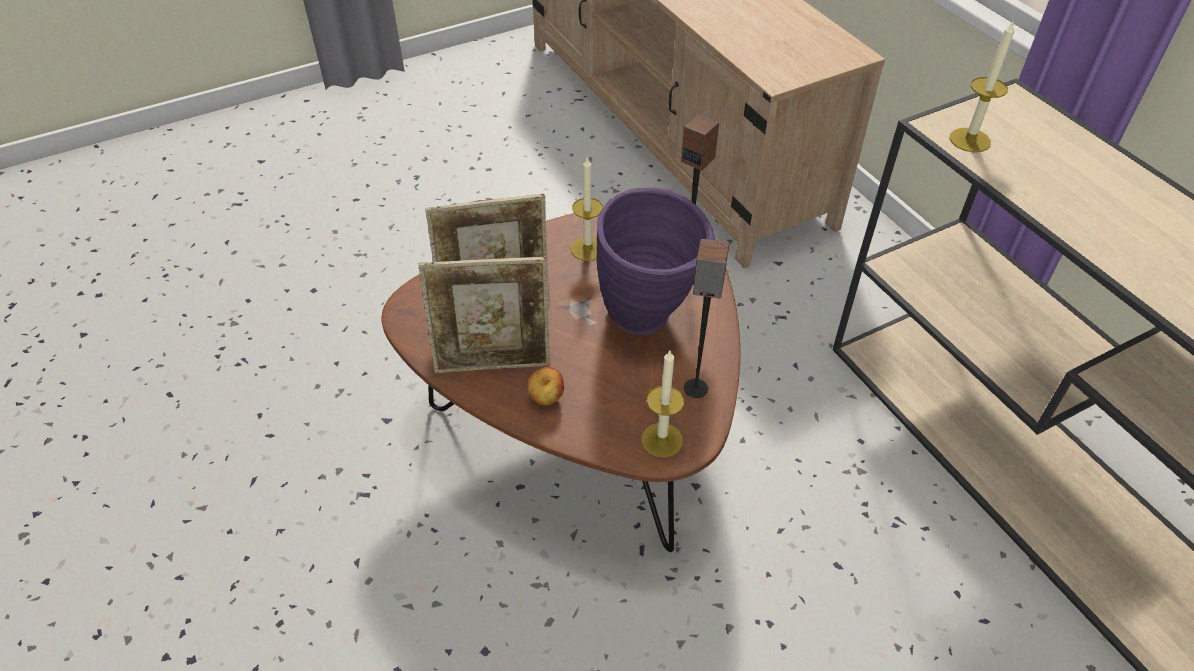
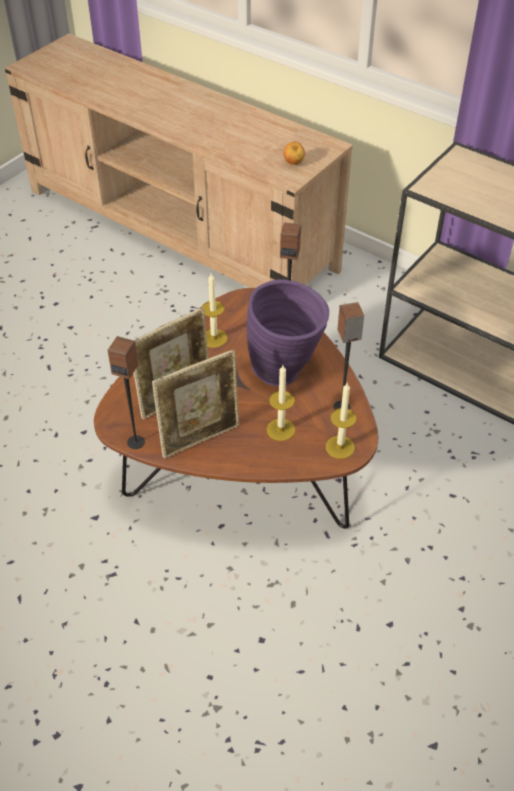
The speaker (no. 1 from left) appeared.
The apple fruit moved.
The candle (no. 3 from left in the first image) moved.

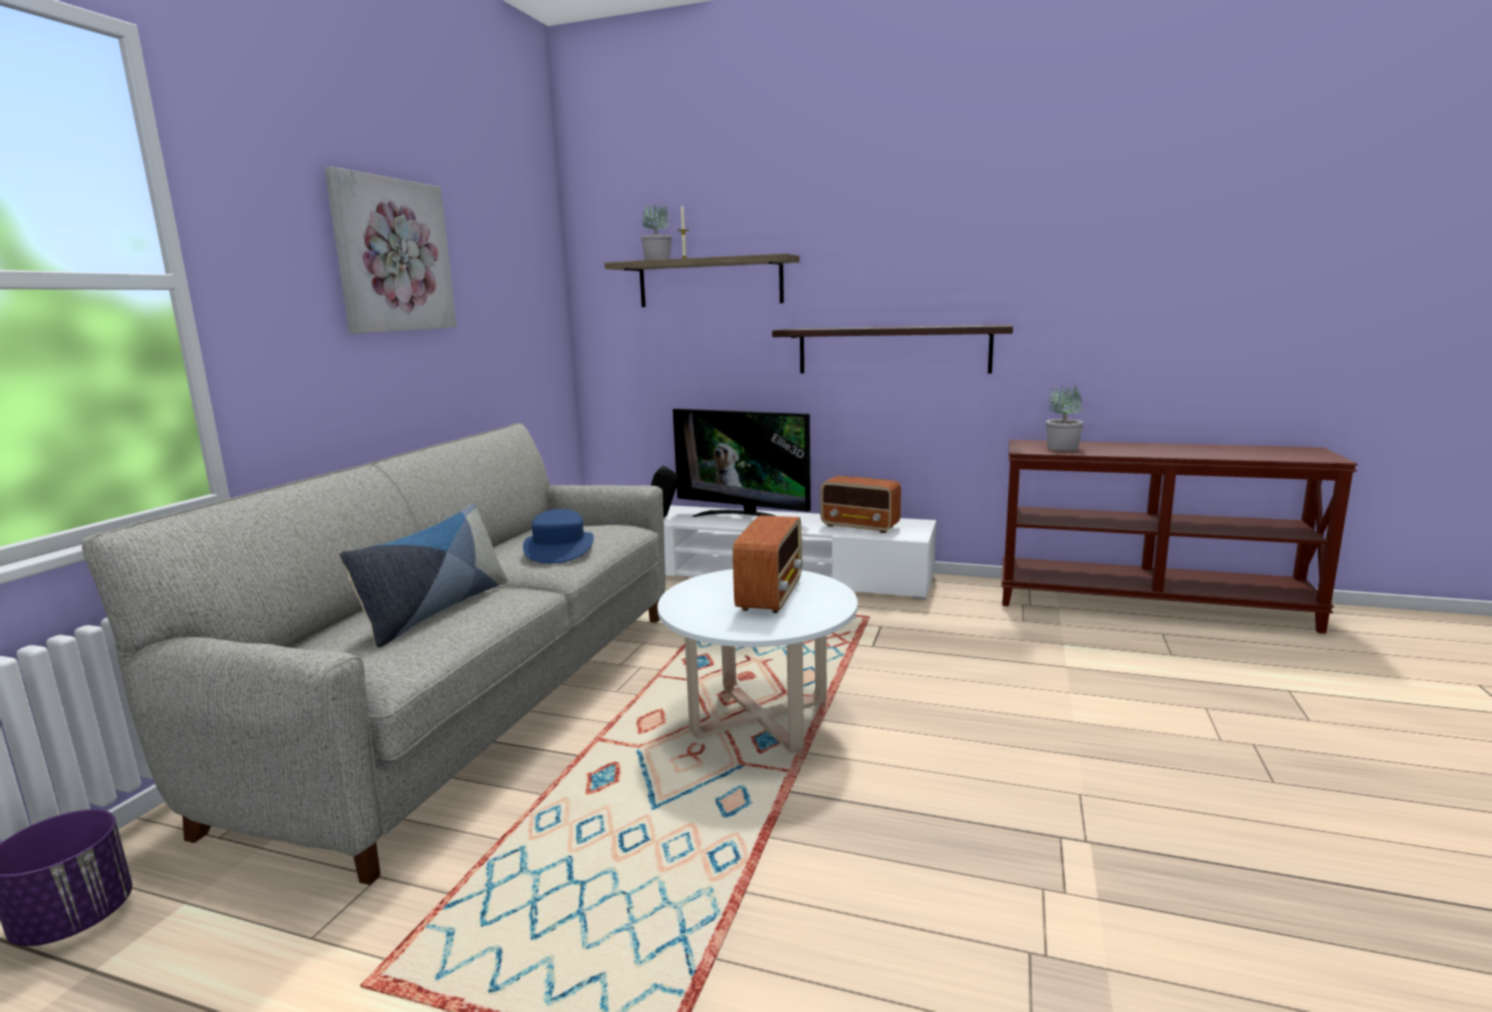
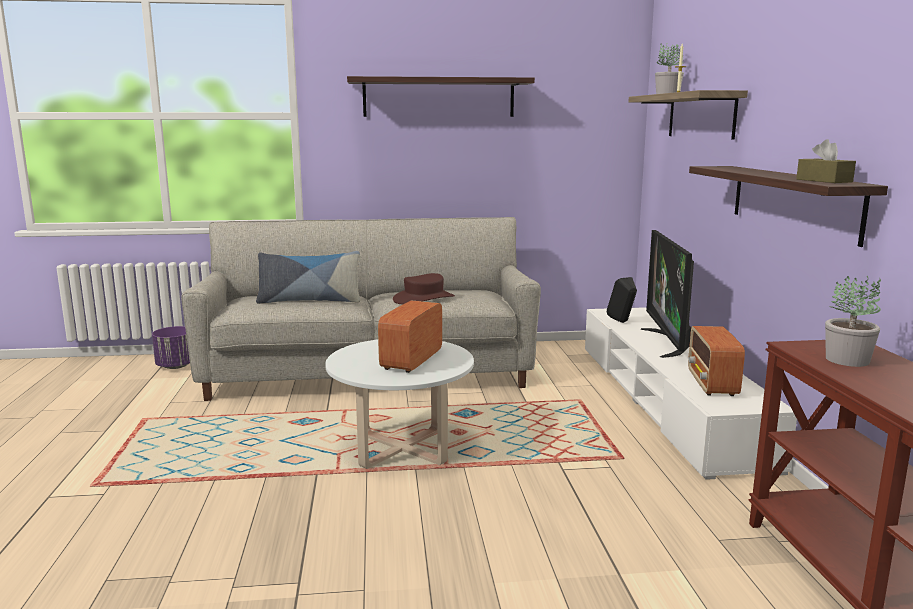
The box of tissues (brownish) appeared.
The wall picture was replaced by the wall shelf (no. 1 from left).
The hat (blue-coloured) became the hat (brownish).
The radio receiver (no. 1 from left) turned 120 degrees clockwise.

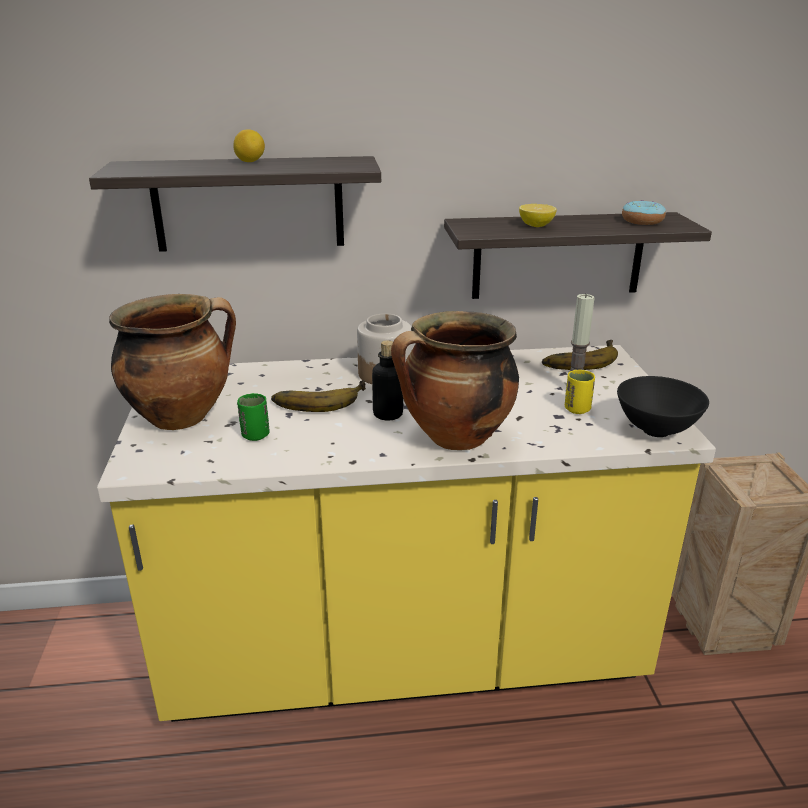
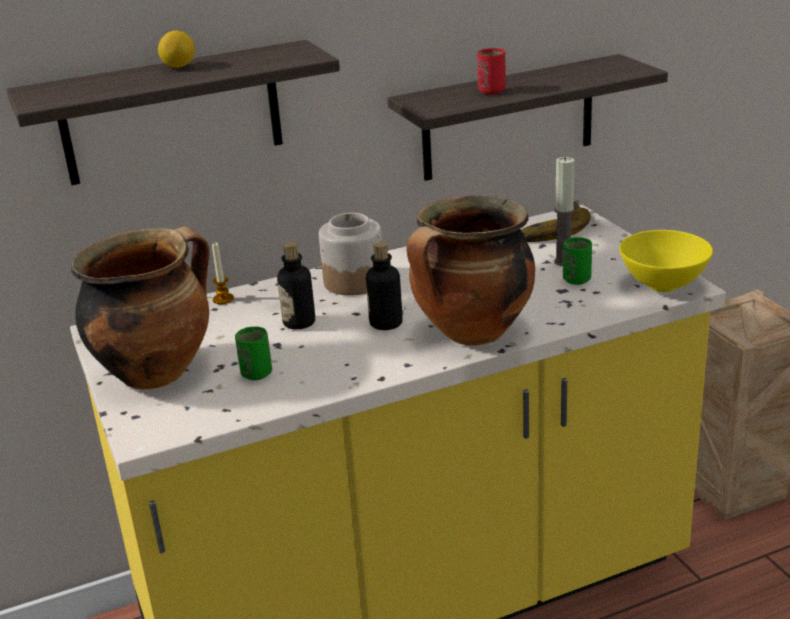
The ring doughnut disappeared.
The candle (no. 1 from left) appeared.
The whole banana (no. 1 from left) was replaced by the drink bottle (no. 1 from left).
The lemon (no. 2 from left) was replaced by the small cup (red).
The small cup (yellow) became the small cup (greenish) (no. 2 from left).
The bowl (blackish) became the bowl (yellow).

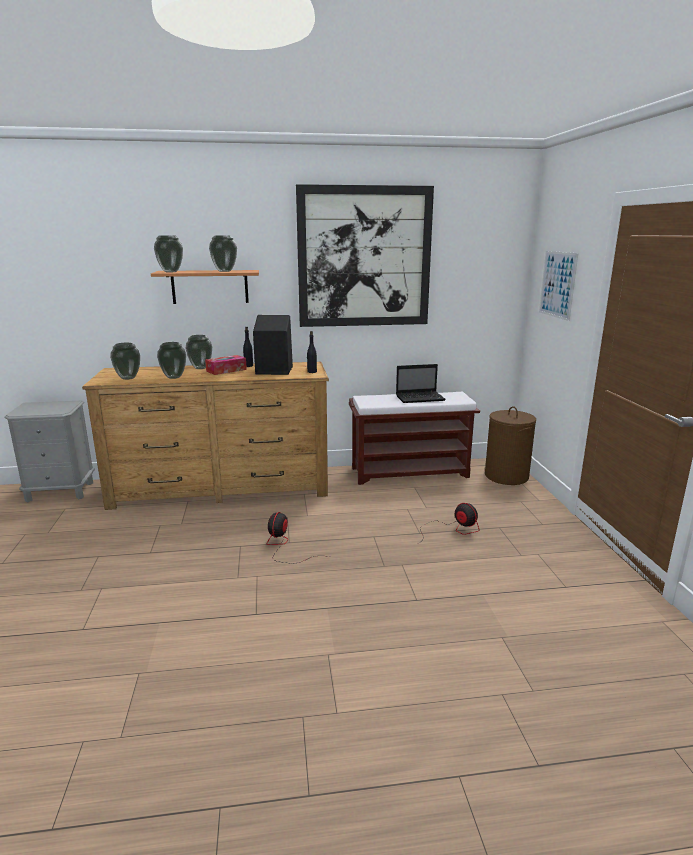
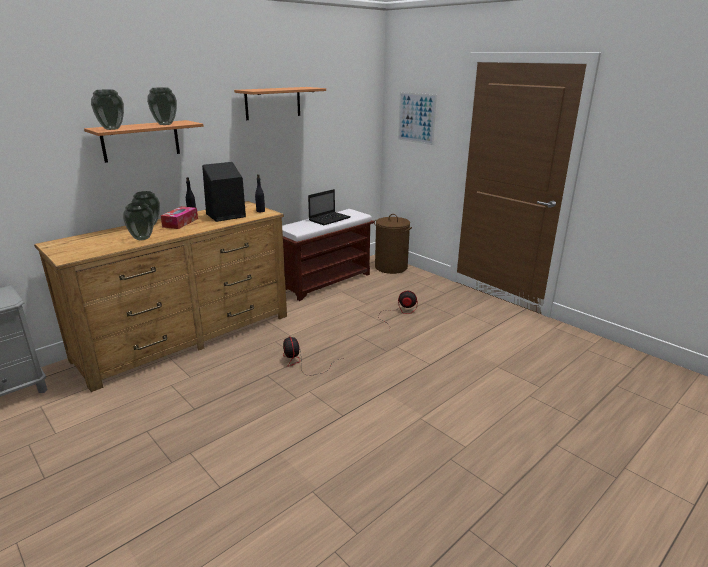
The flower vase (no. 1 from left) disappeared.
The wall picture (no. 1 from left) was replaced by the wall shelf (no. 2 from left).

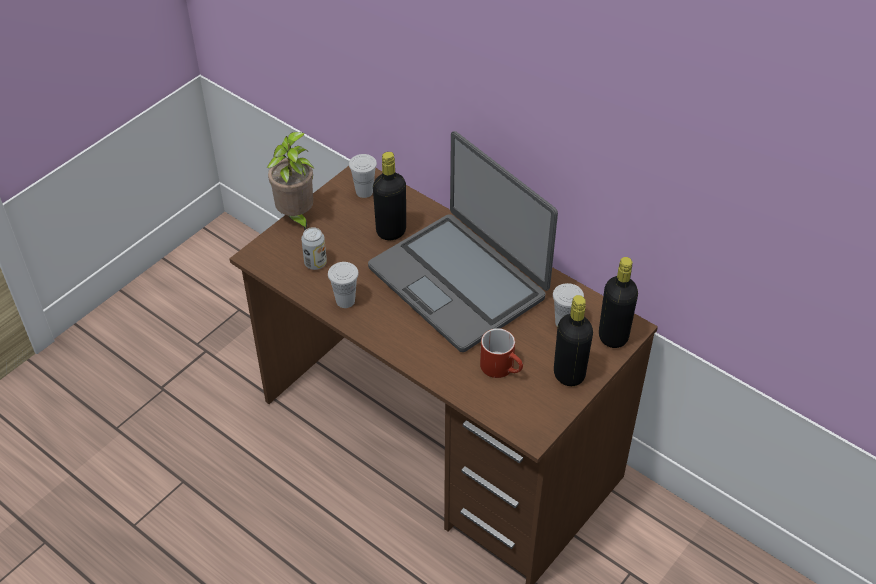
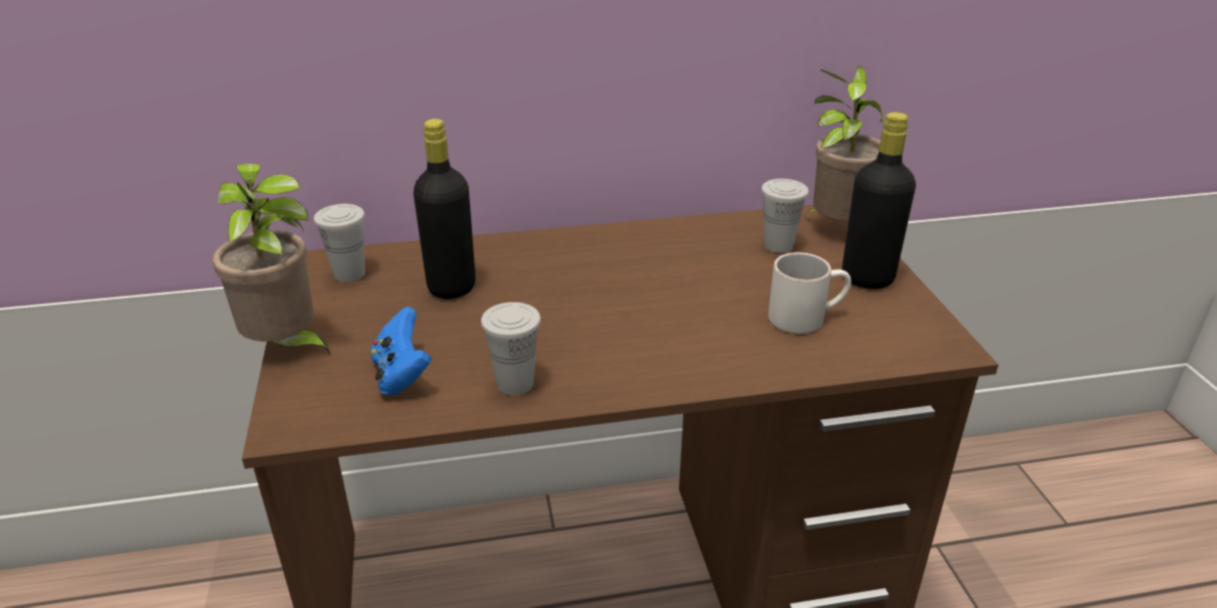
The notebook computer disappeared.
The metal can was replaced by the game controller (blue-coloured).
The drink bottle (blackish) (no. 3 from left) was replaced by the potted plant (no. 2 from left).
The coffee mug (red) became the coffee mug (white-coloured).

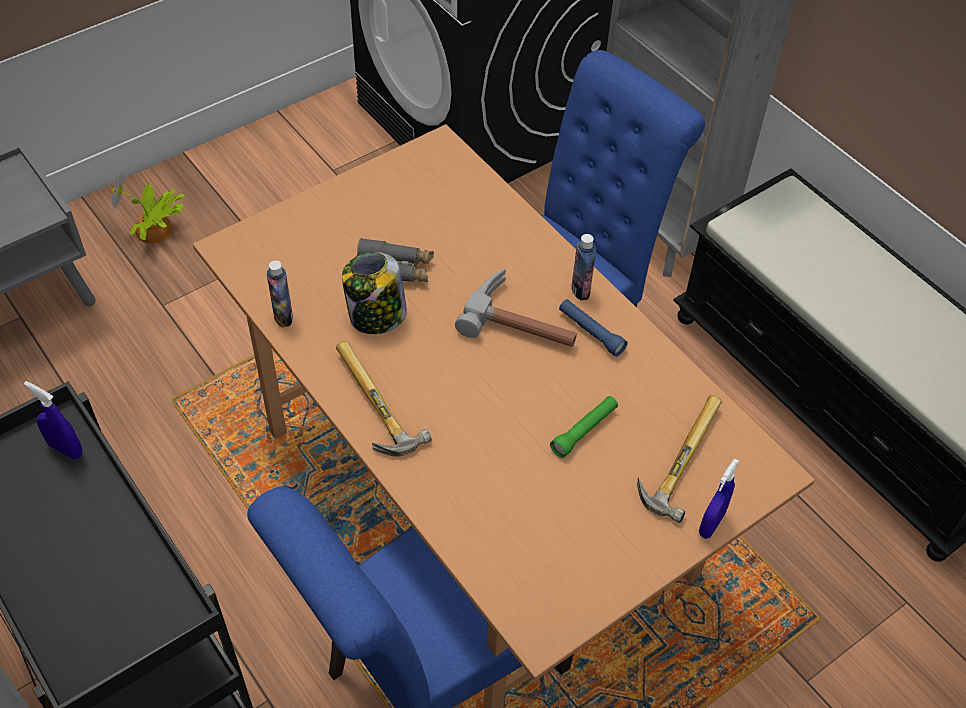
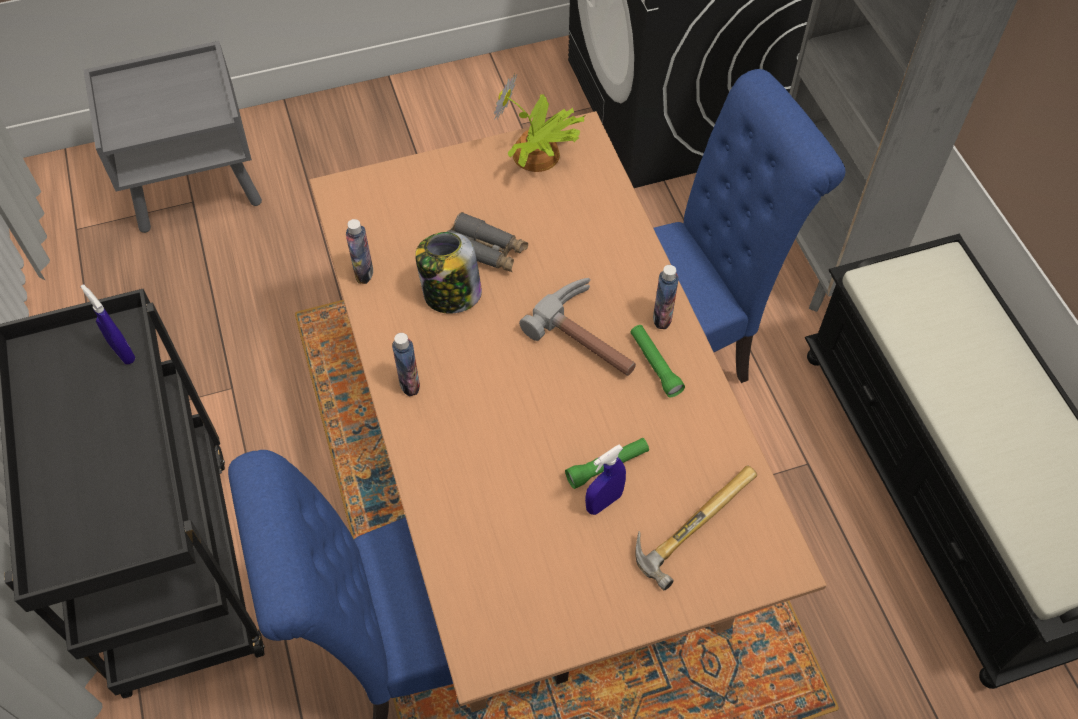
The potted plant moved.
The hand sprayer (blue-coloured) (no. 2 from left) moved.
The hand hammer (no. 1 from left) was replaced by the drink bottle (no. 2 from left).
The torch (blue-coloured) became the torch (greenish) (no. 2 from left).

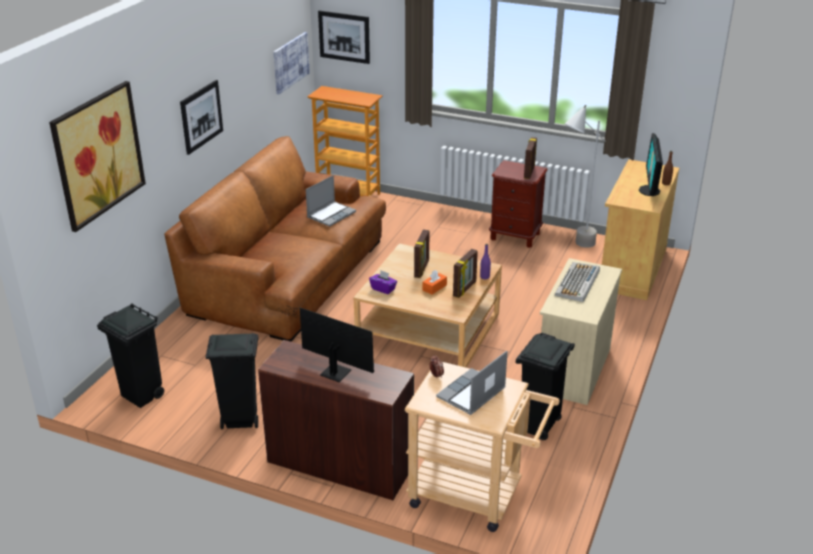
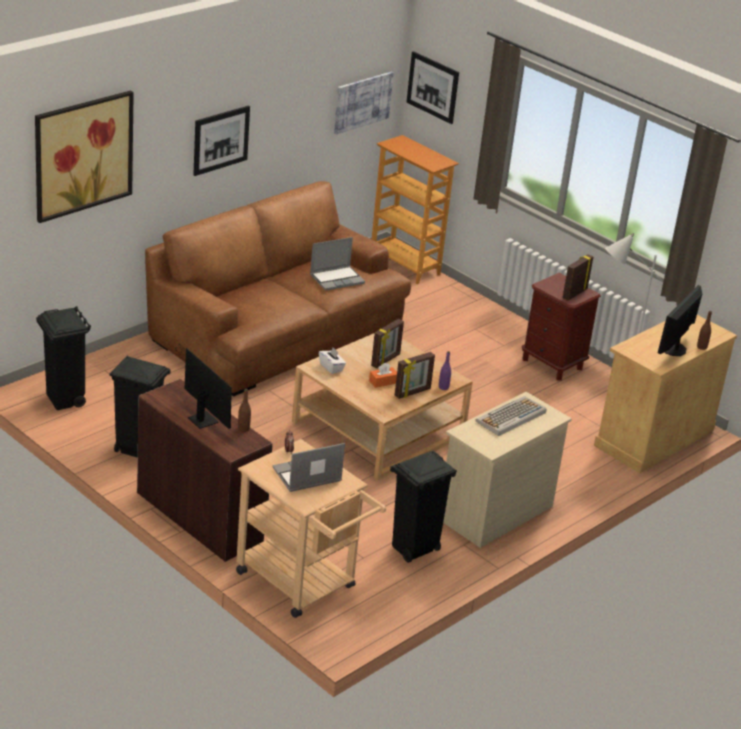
The drink bottle (brownish) (no. 1 from left) appeared.
The box of tissues (purplish) became the box of tissues (white-coloured).

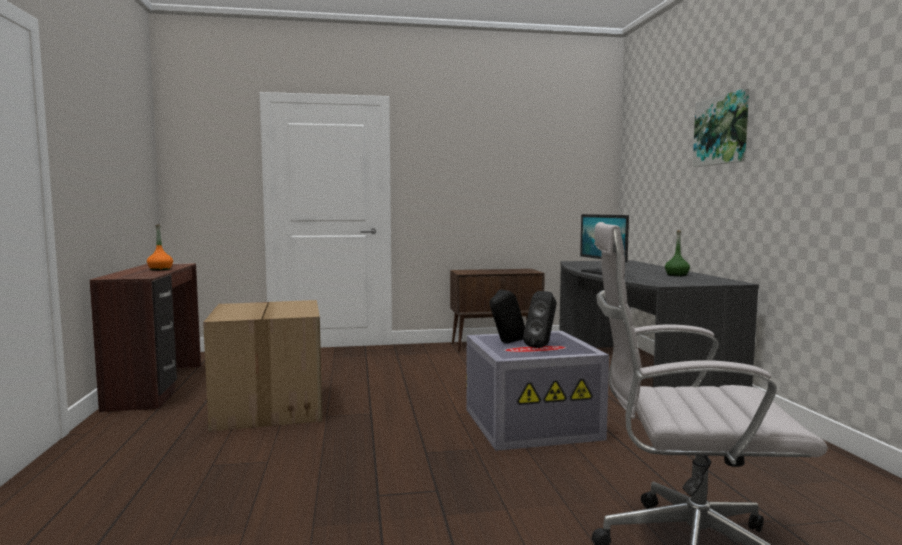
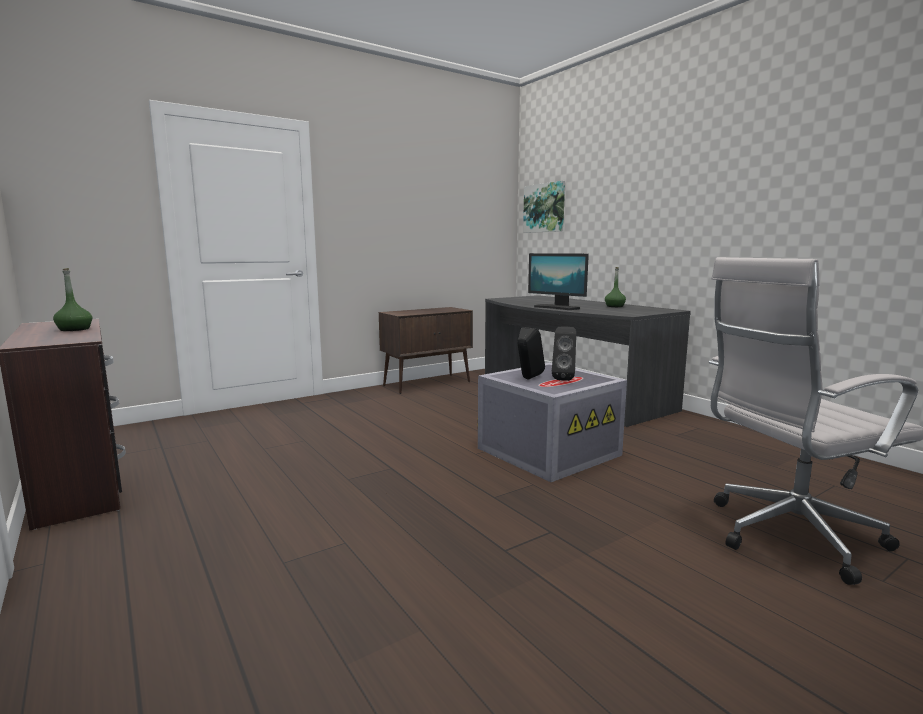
The packing box disappeared.
The wall picture moved.
The drink bottle (orange) became the drink bottle (greenish) (no. 1 from left).

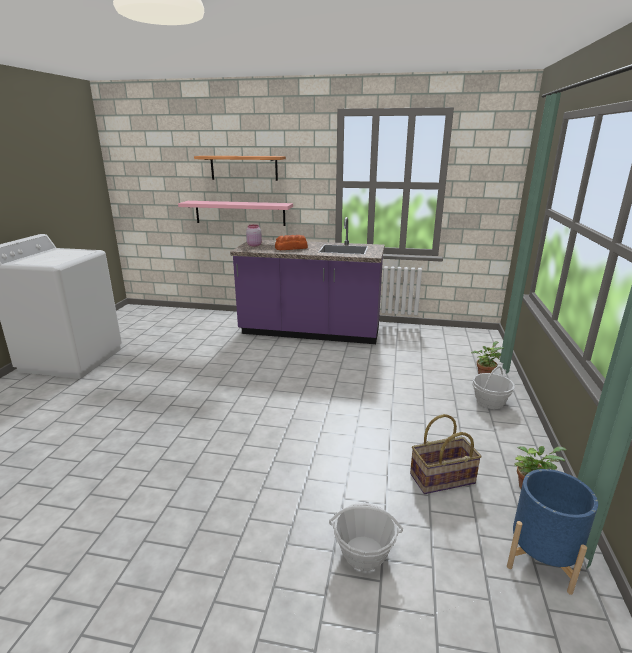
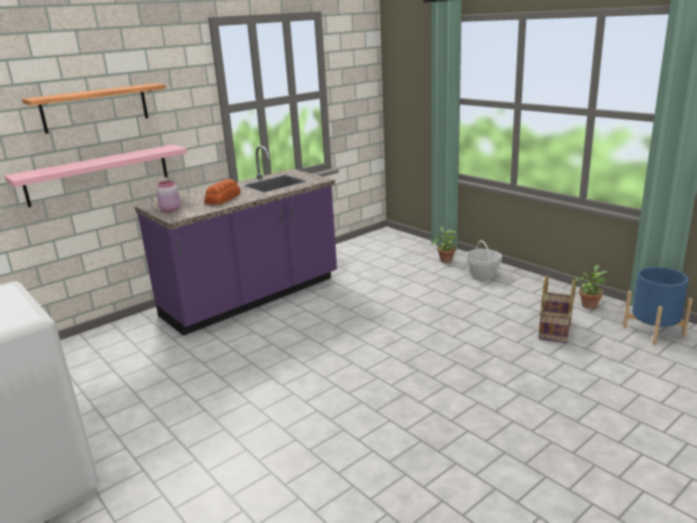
The basket (no. 1 from left) disappeared.

